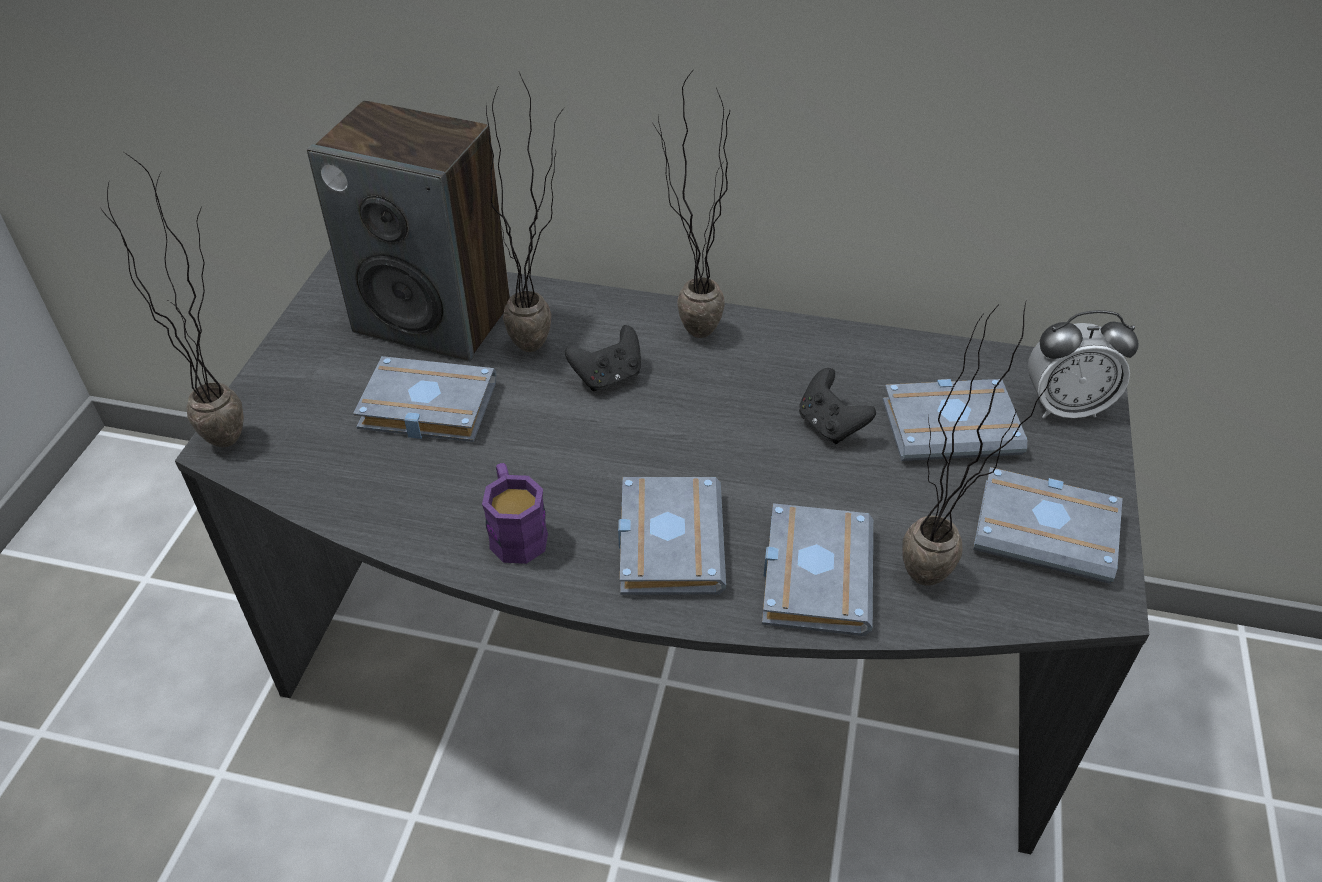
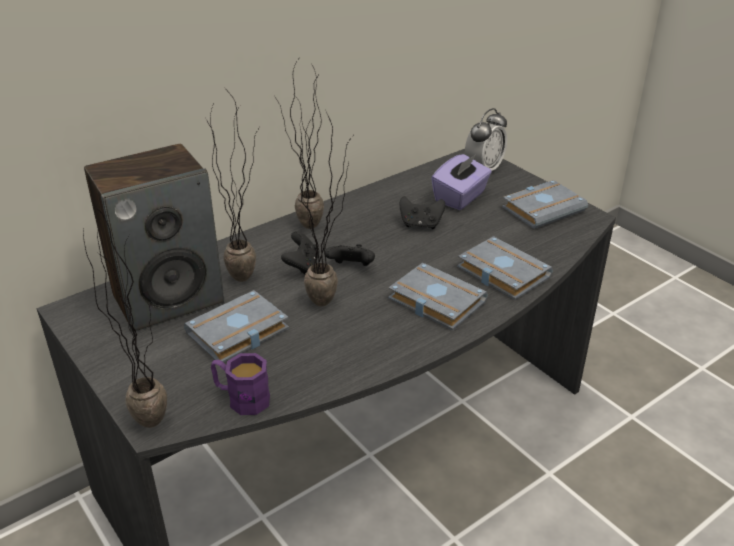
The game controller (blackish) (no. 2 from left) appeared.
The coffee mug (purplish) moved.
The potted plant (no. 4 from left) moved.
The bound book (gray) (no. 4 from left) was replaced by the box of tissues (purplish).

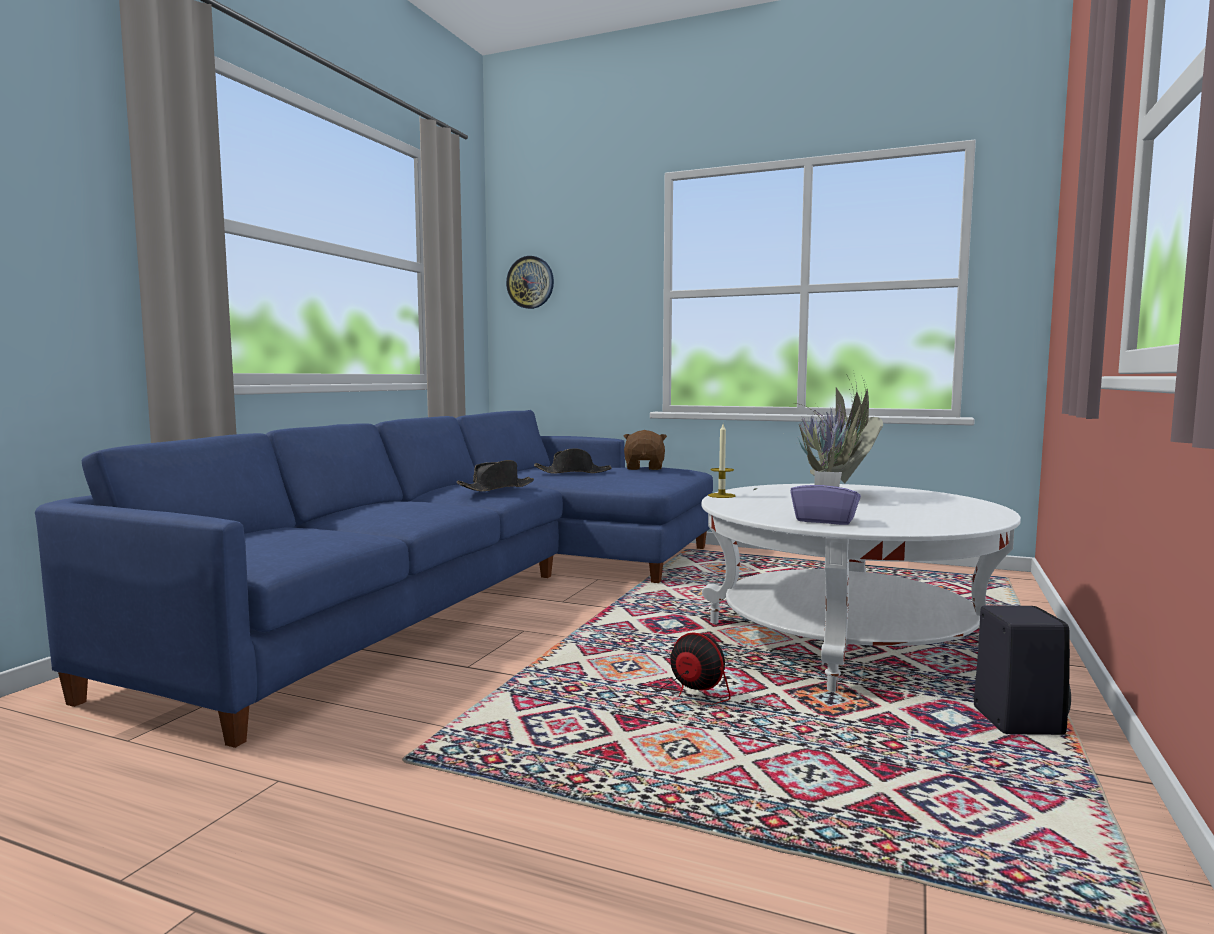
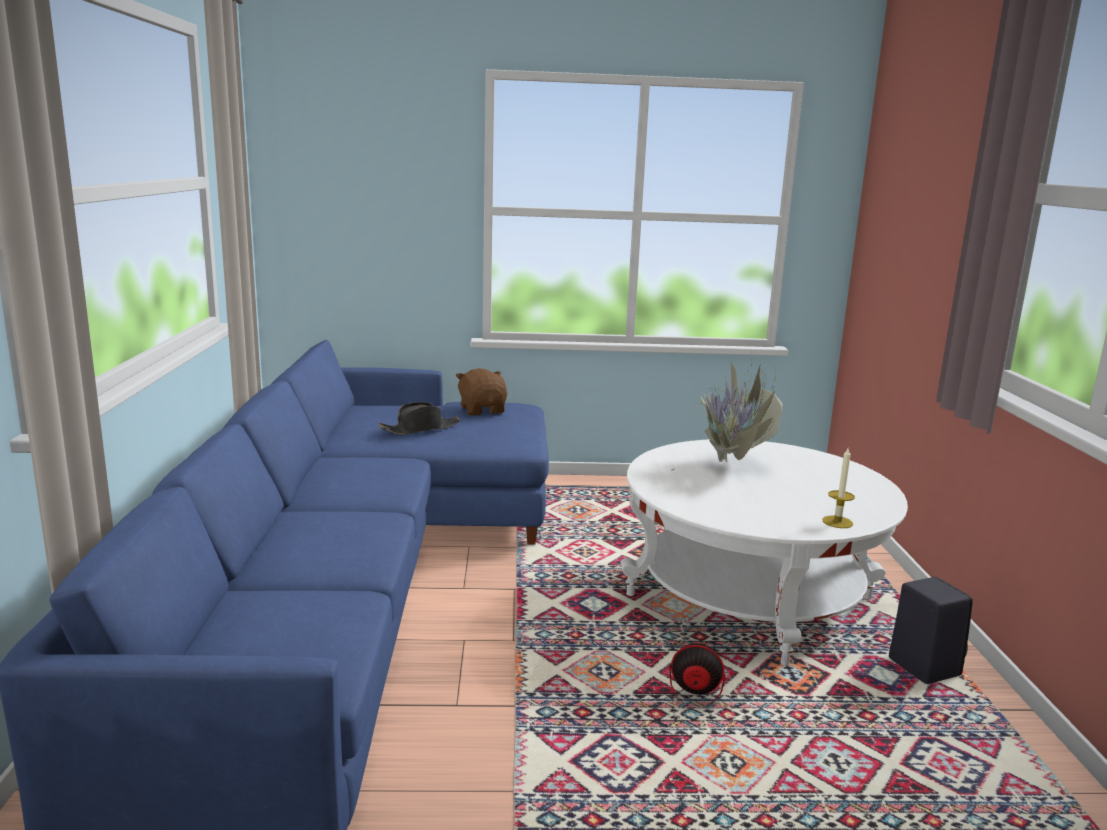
The hat (blackish) (no. 1 from left) disappeared.
The hanging clock disappeared.
The box of tissues (purplish) disappeared.
The candle moved.

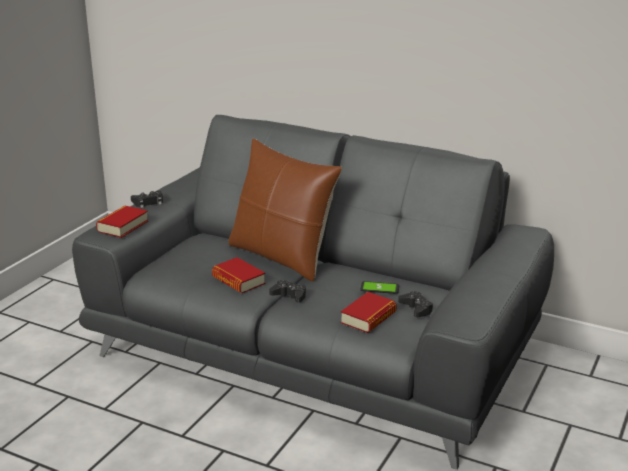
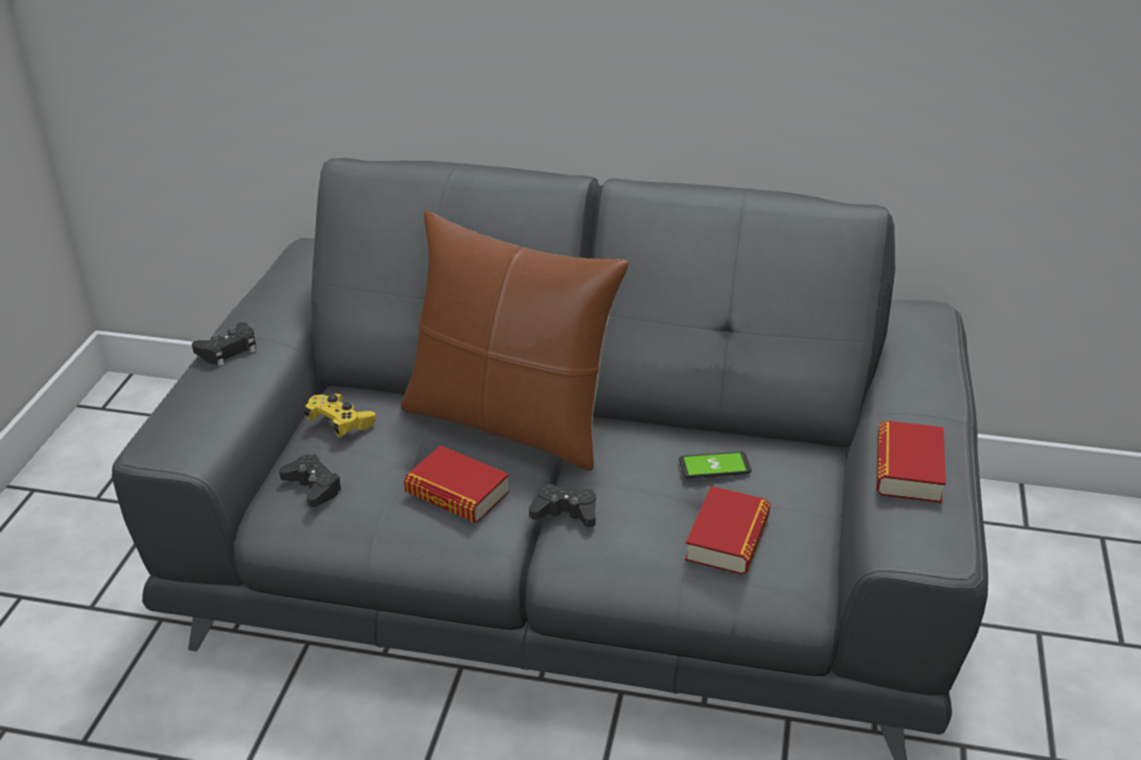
The game controller (yellow) appeared.
The bound book (no. 1 from left in the first image) moved.
The game controller (blackish) (no. 3 from left in the first image) moved.

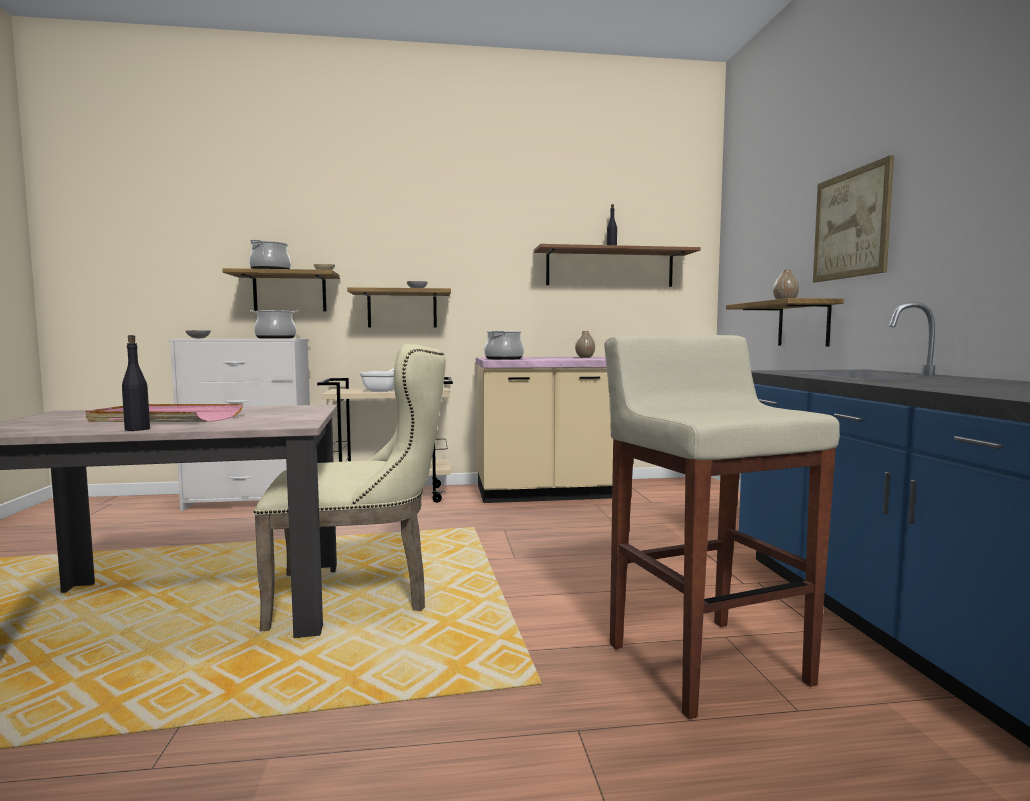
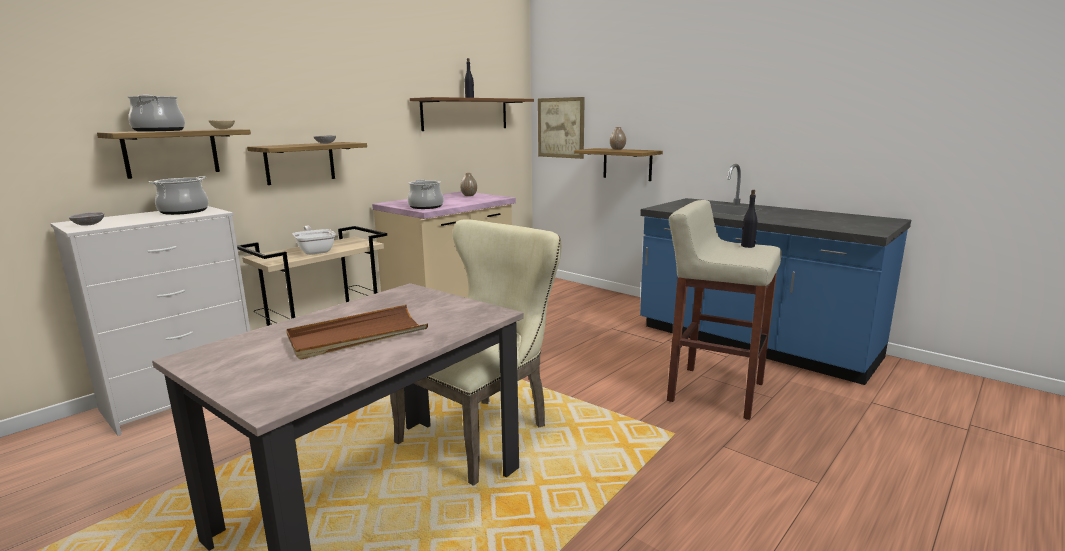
The drink bottle (blackish) (no. 1 from left in the first image) moved.
The wall picture moved.
The tray (pinkish) became the tray (brownish).

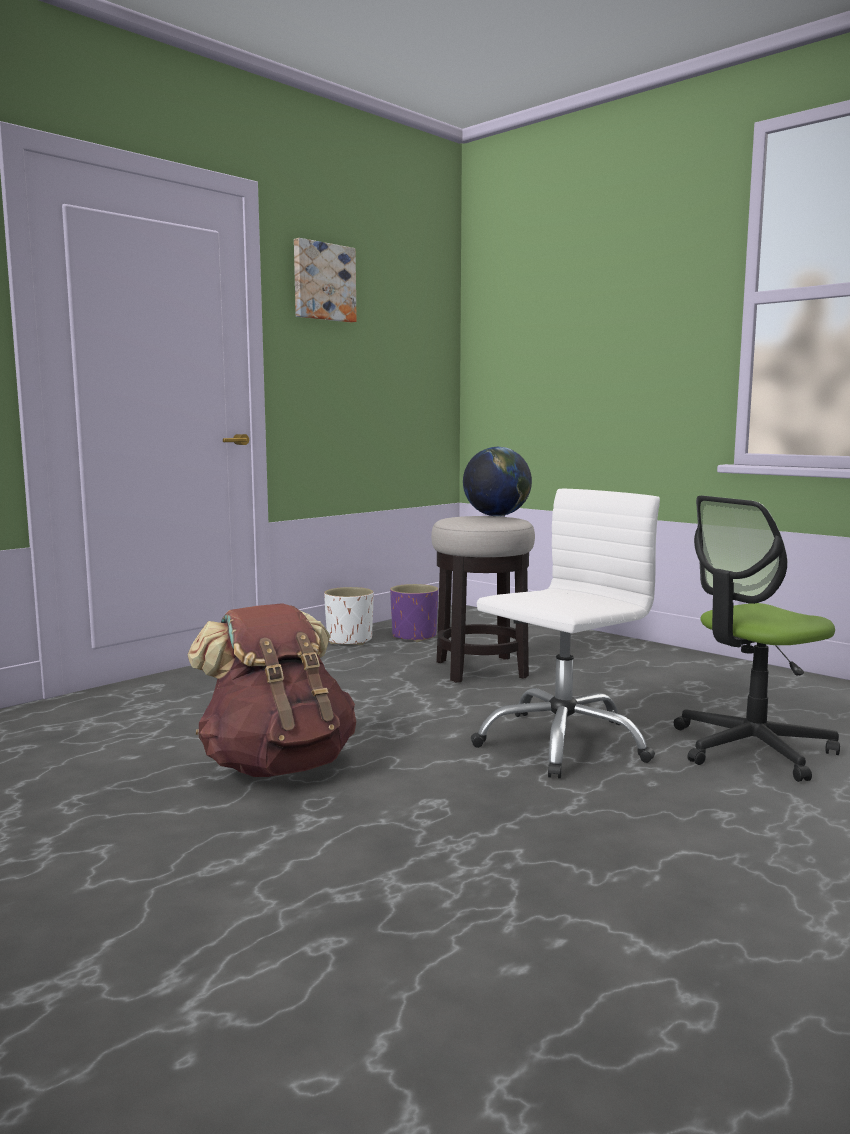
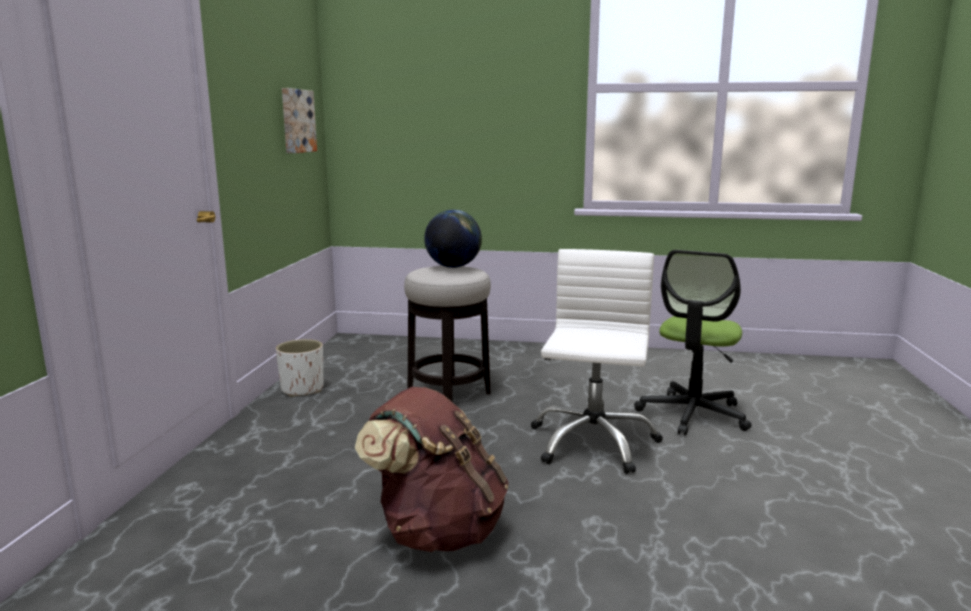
The plant pot (purplish) disappeared.
The wall picture moved.

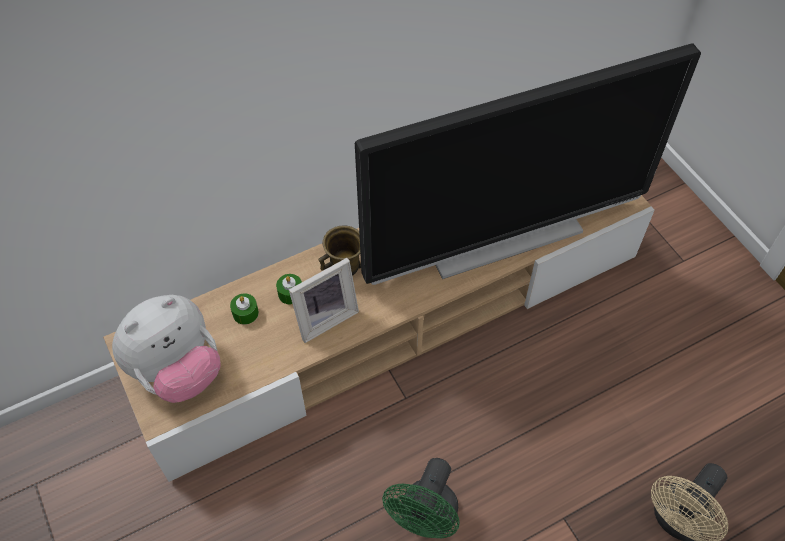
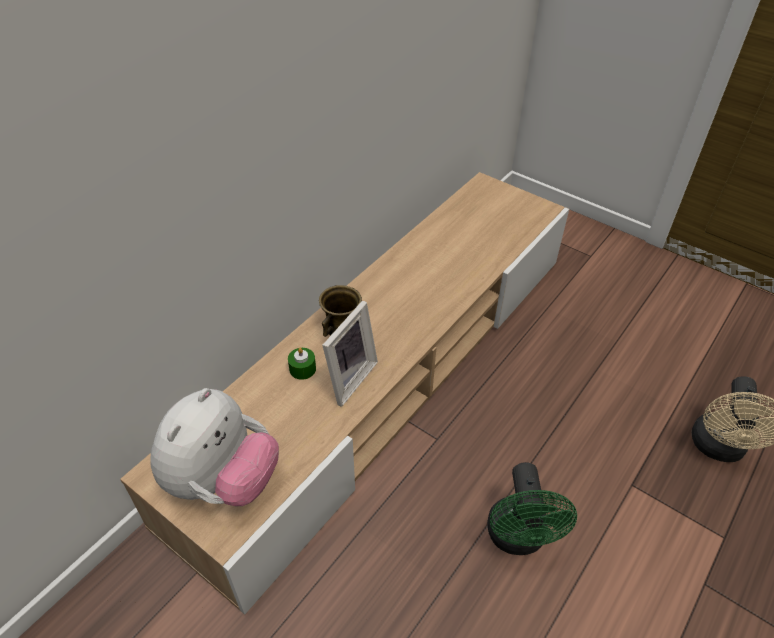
The candle (greenish) (no. 1 from left) disappeared.
The television disappeared.

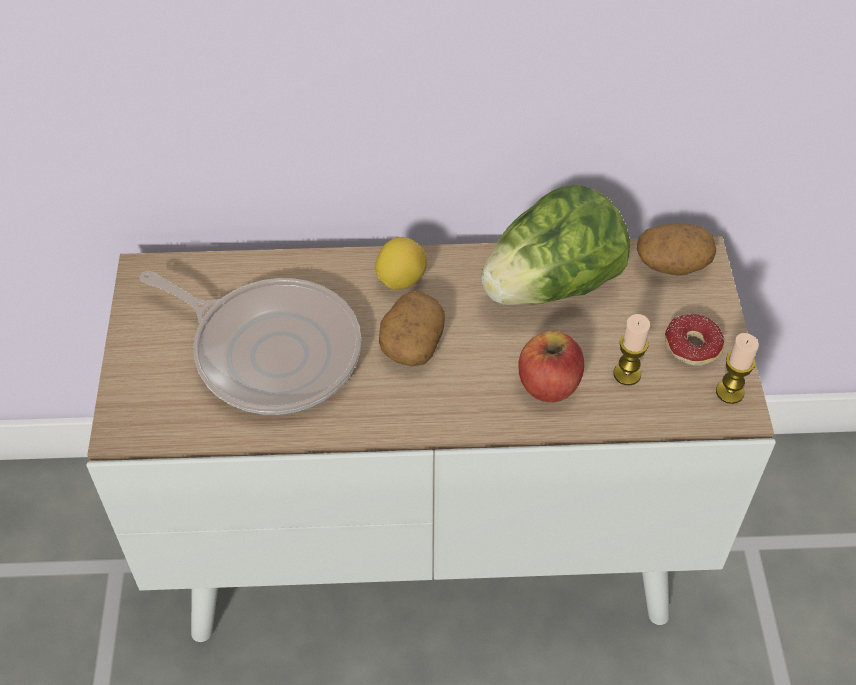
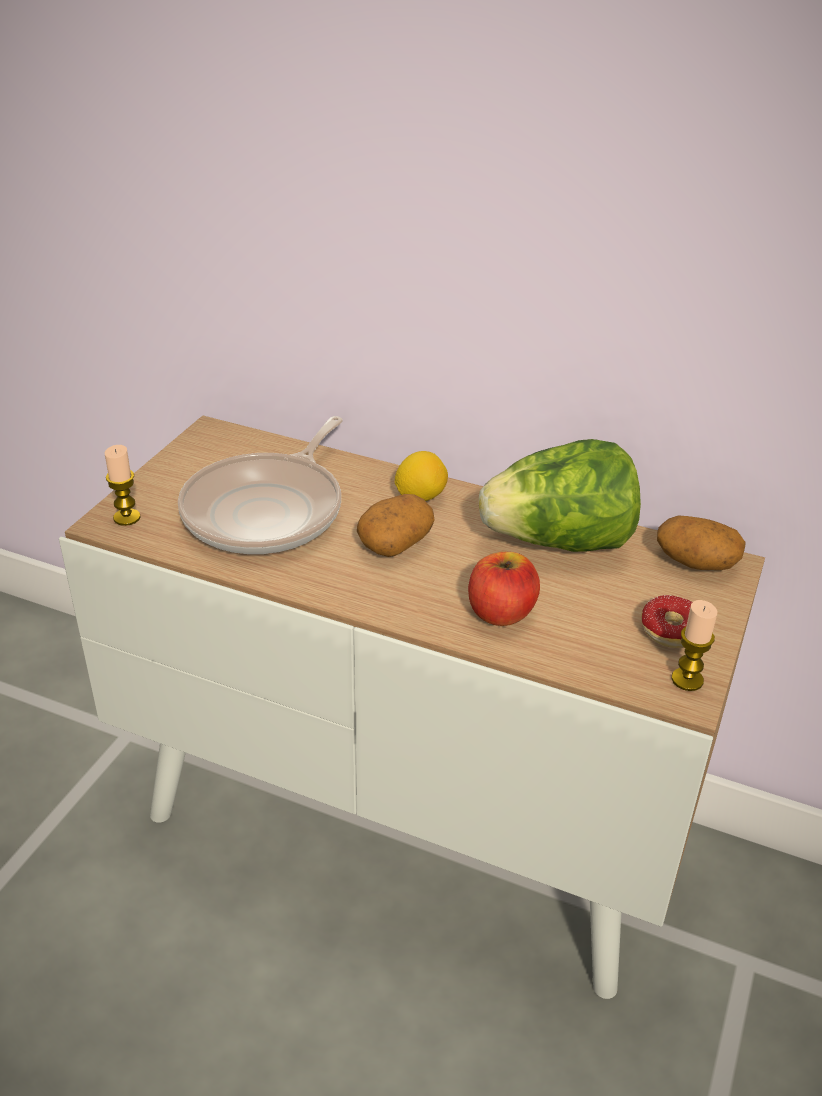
The candle (no. 1 from left) moved.
The skillet turned 60 degrees clockwise.

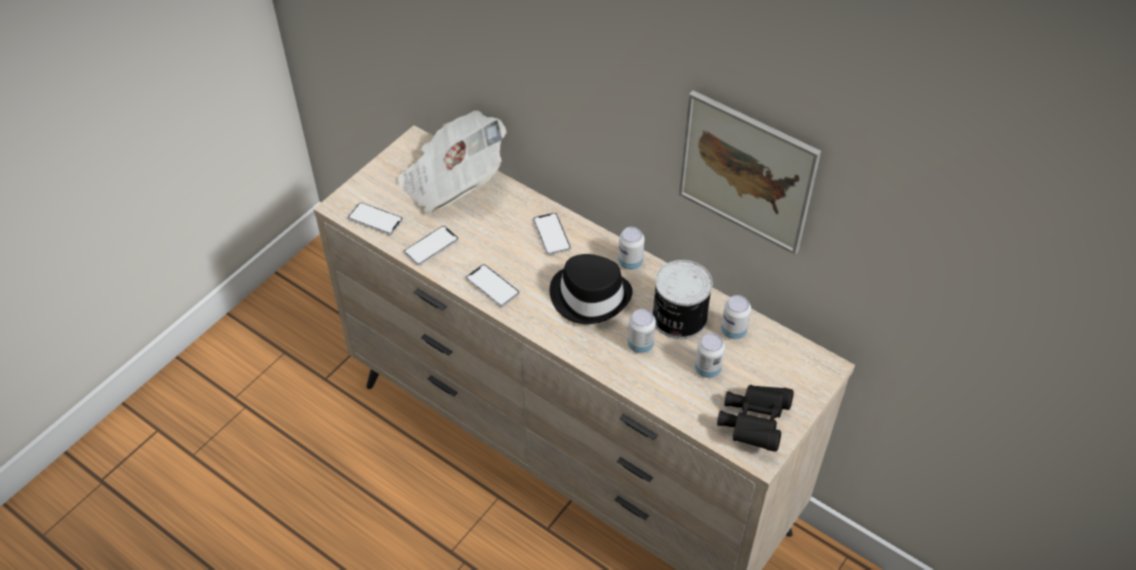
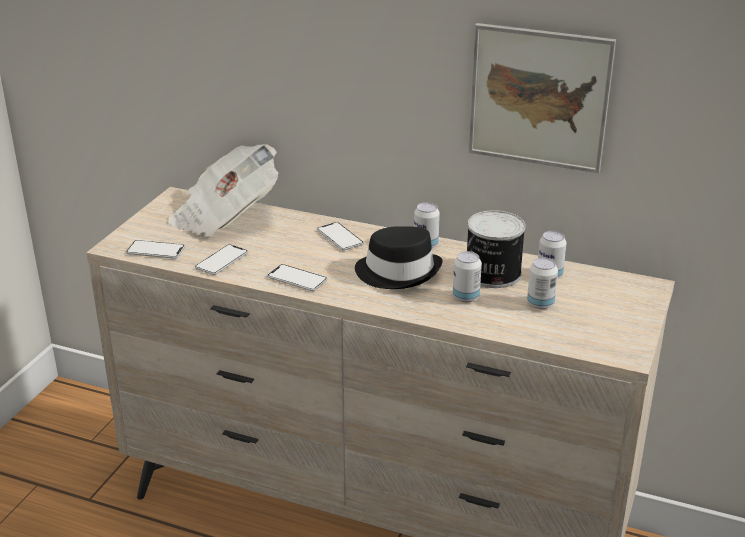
The pair of binoculars (blackish) disappeared.

